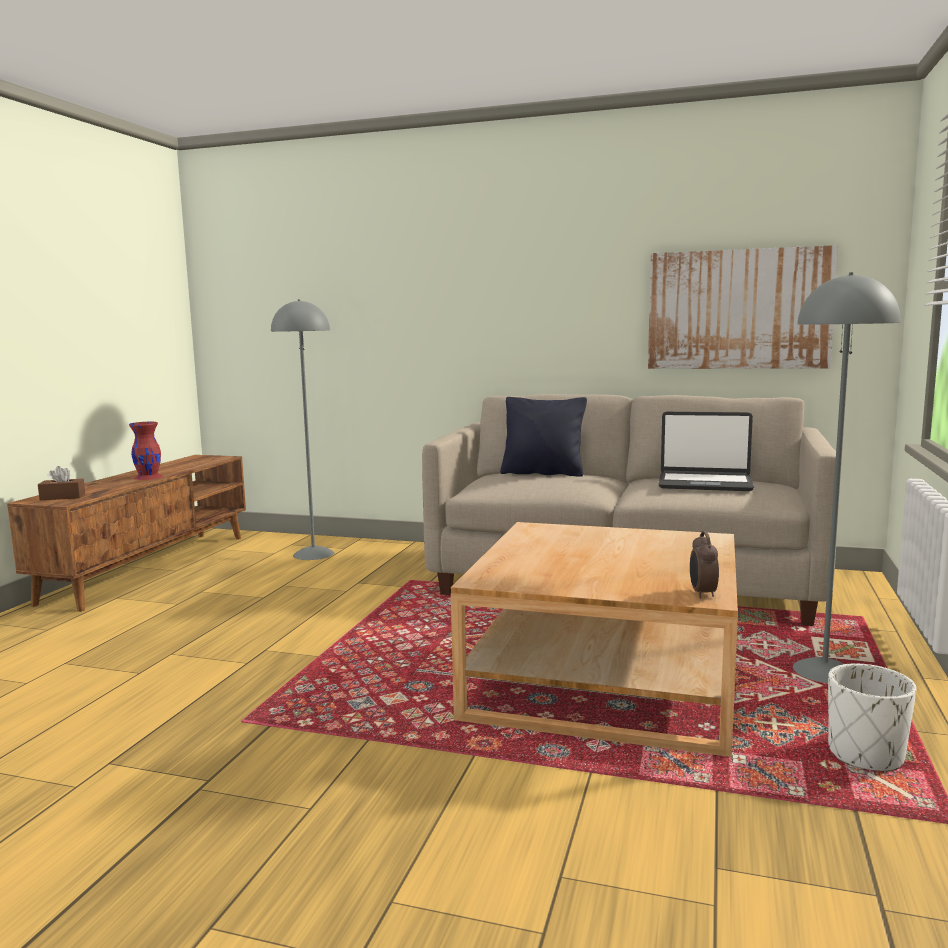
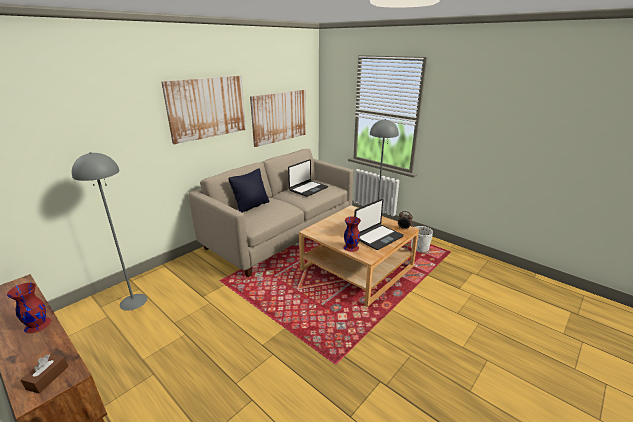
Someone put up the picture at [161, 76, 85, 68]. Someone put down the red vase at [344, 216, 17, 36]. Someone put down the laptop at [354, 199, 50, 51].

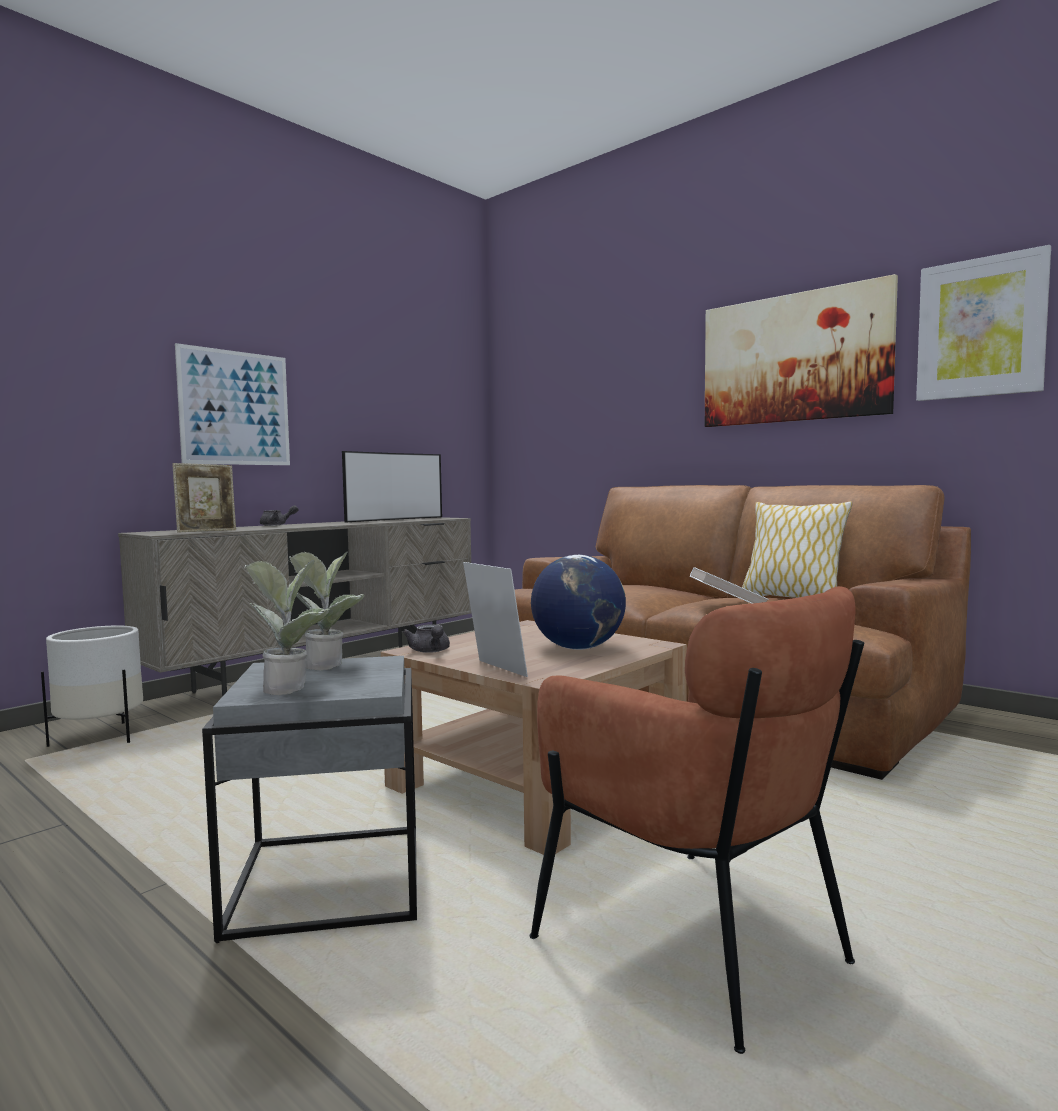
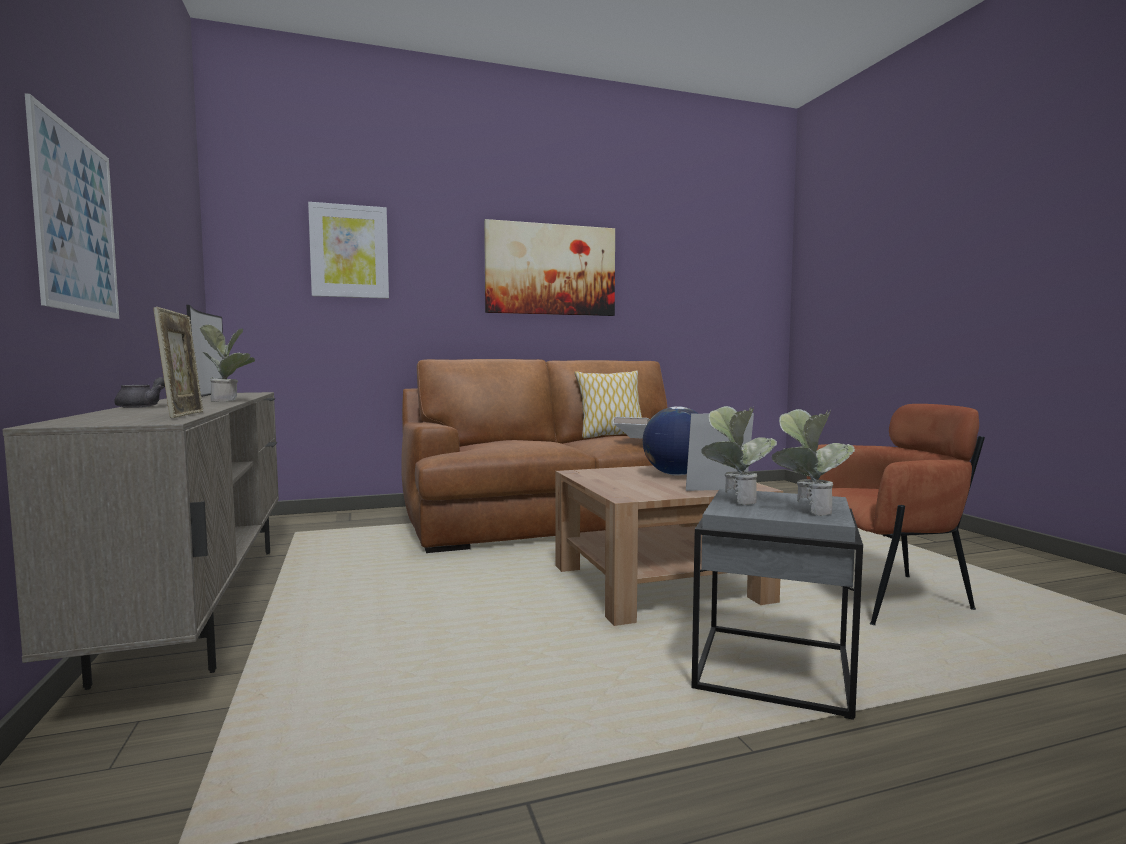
Someone took away the white planter at [41, 625, 102, 122]. Someone took away the grey teapot at [403, 624, 47, 29]. Someone put down the potted plant at [200, 325, 55, 77]. Someone carried the picture from [916, 245, 135, 156] to [308, 202, 81, 96].

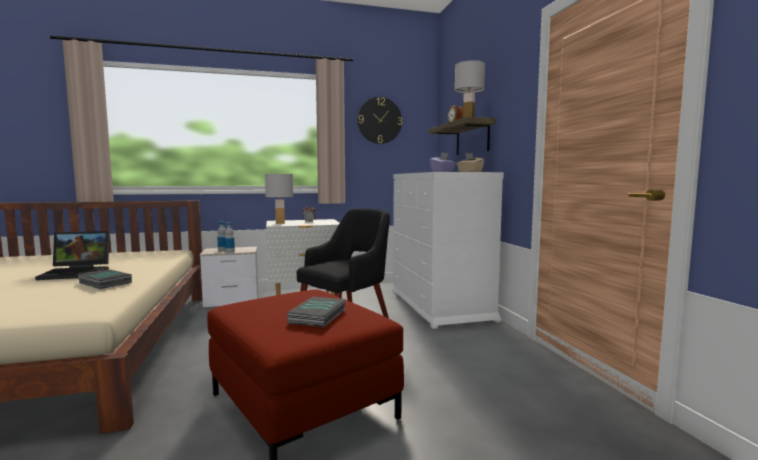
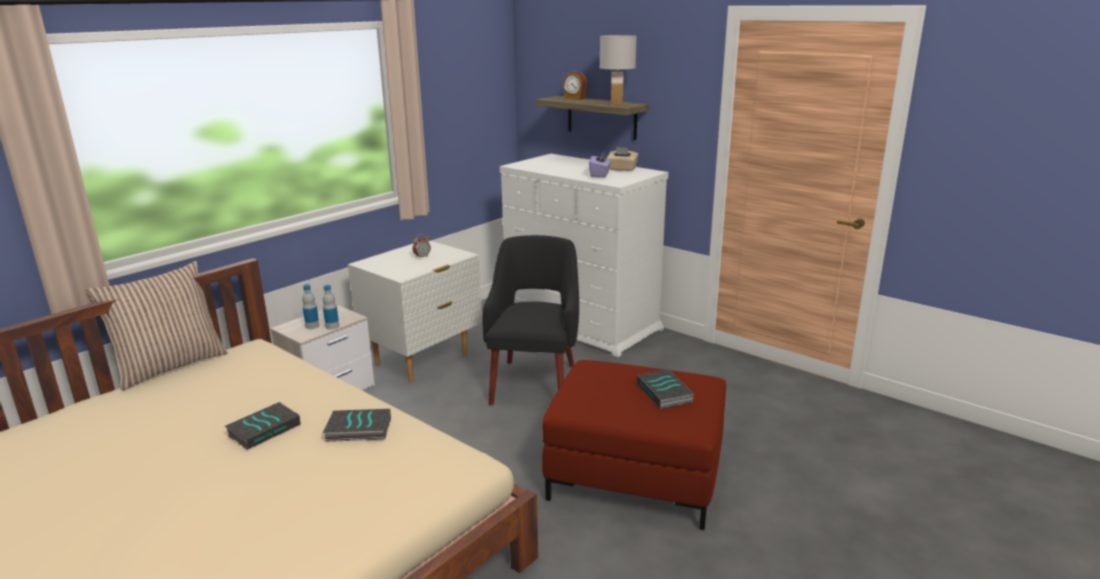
Someone took away the white table lamp at [265, 174, 28, 50]. Someone took away the wall clock at [358, 97, 44, 47]. Someone put down the pillow at [86, 261, 142, 130]. Someone swapped the laptop at [35, 231, 74, 49] for the book at [225, 402, 76, 48].

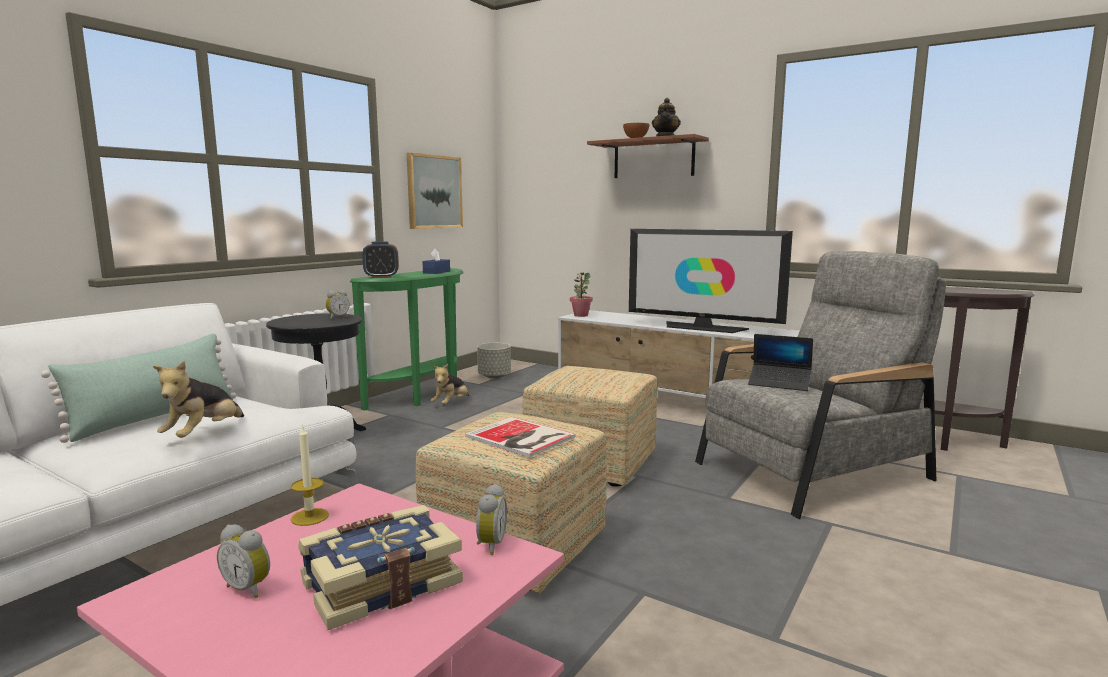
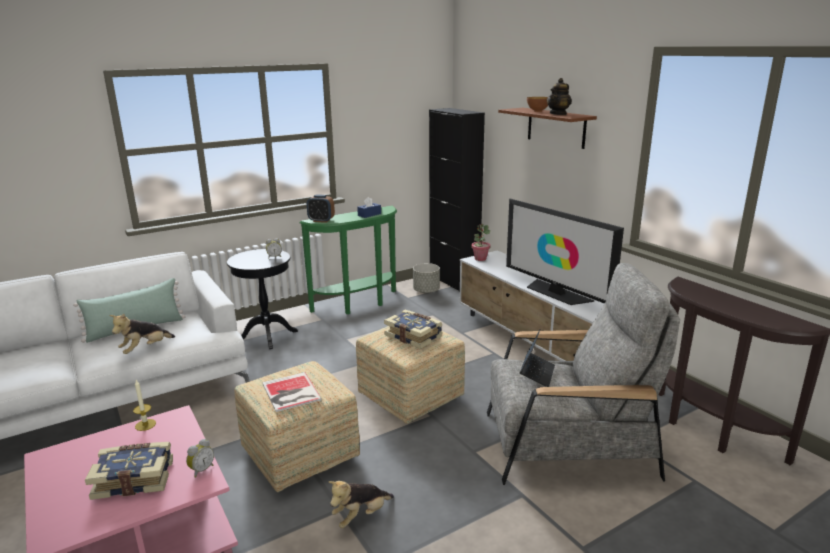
Someone took away the alarm clock at [217, 524, 53, 75]. Someone took away the picture at [407, 153, 56, 76]. Someone put down the book at [384, 310, 59, 39]. Someone put down the black cabinet at [429, 108, 56, 184]. Someone carried the plush toy from [431, 364, 38, 41] to [329, 481, 65, 47]. Someone rotated the laptop at [748, 334, 65, 57] by 120 degrees counterclockwise.

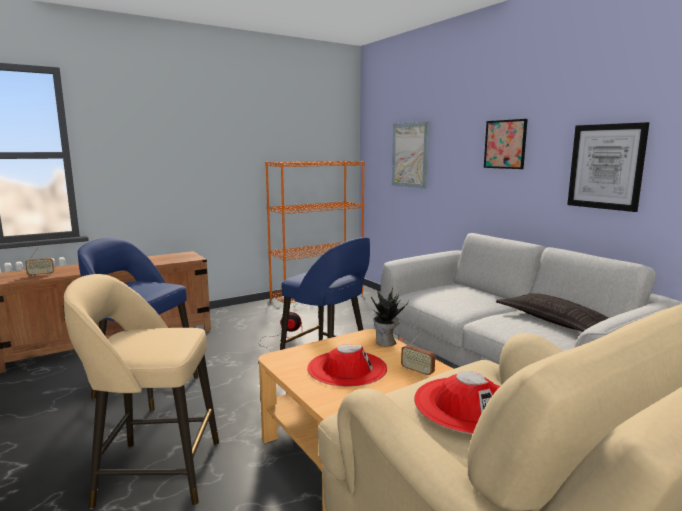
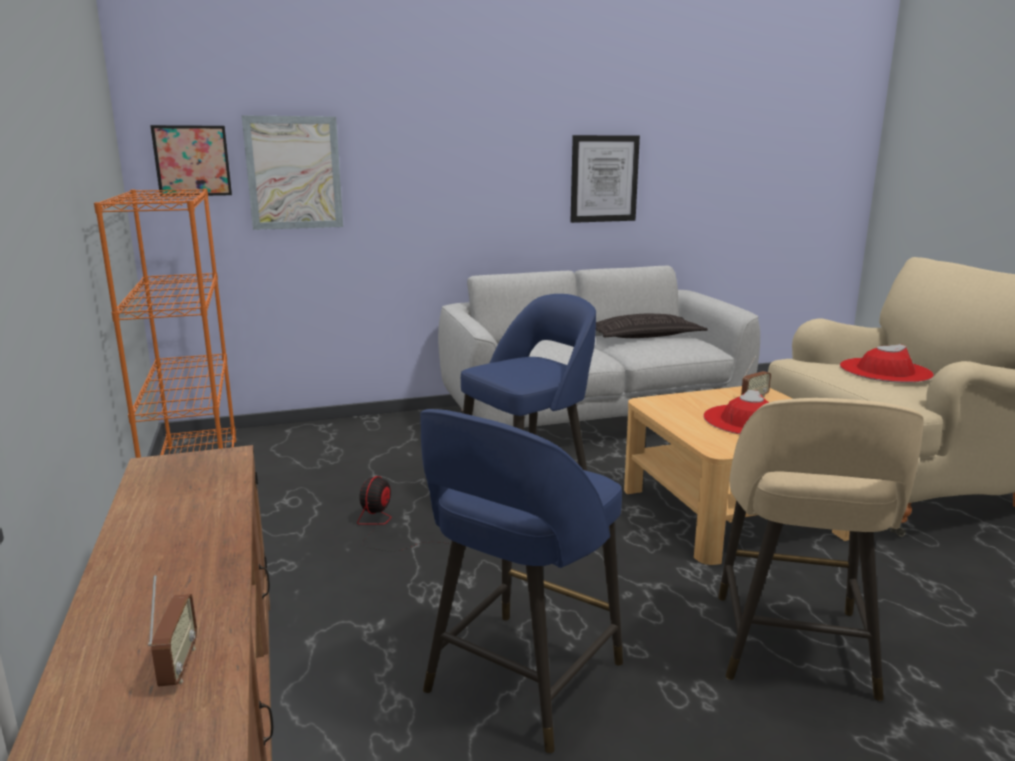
Someone took away the potted plant at [371, 287, 38, 59]. Someone carried the picture from [484, 119, 44, 50] to [150, 125, 82, 71].

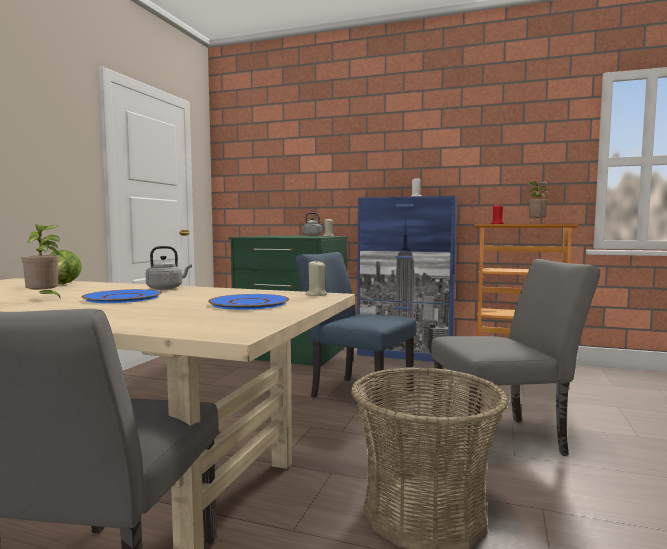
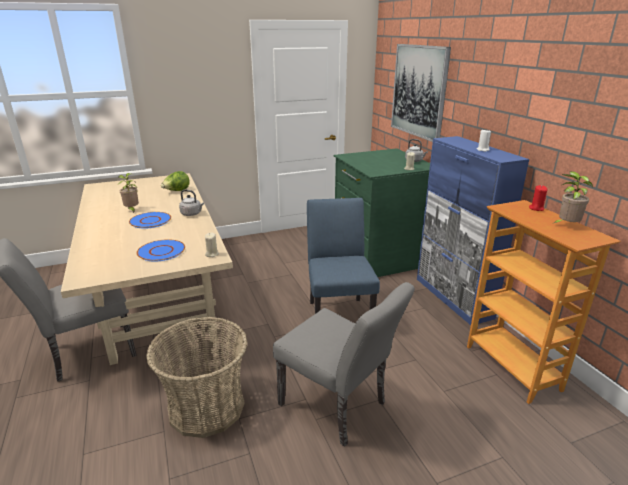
Someone put up the picture at [391, 44, 60, 98].

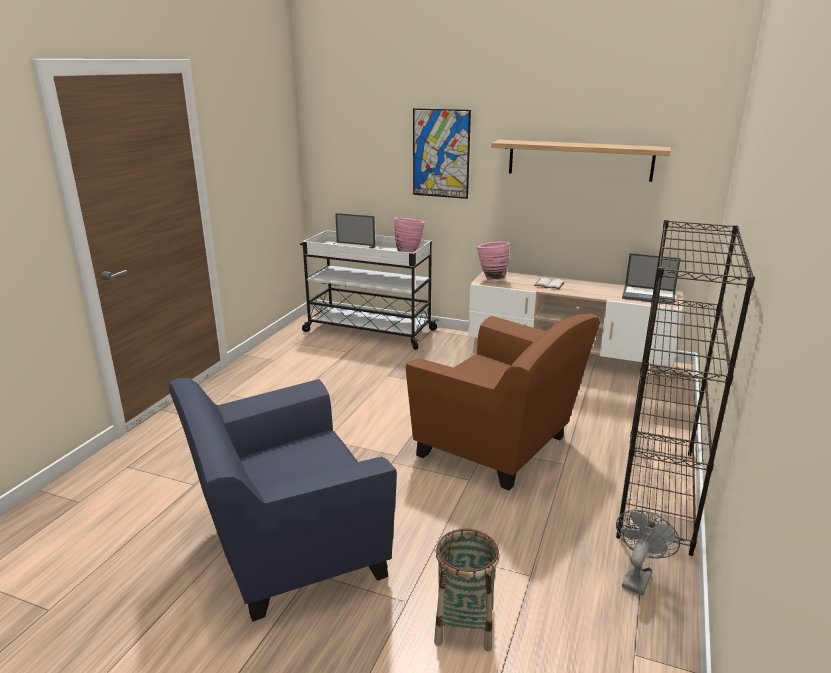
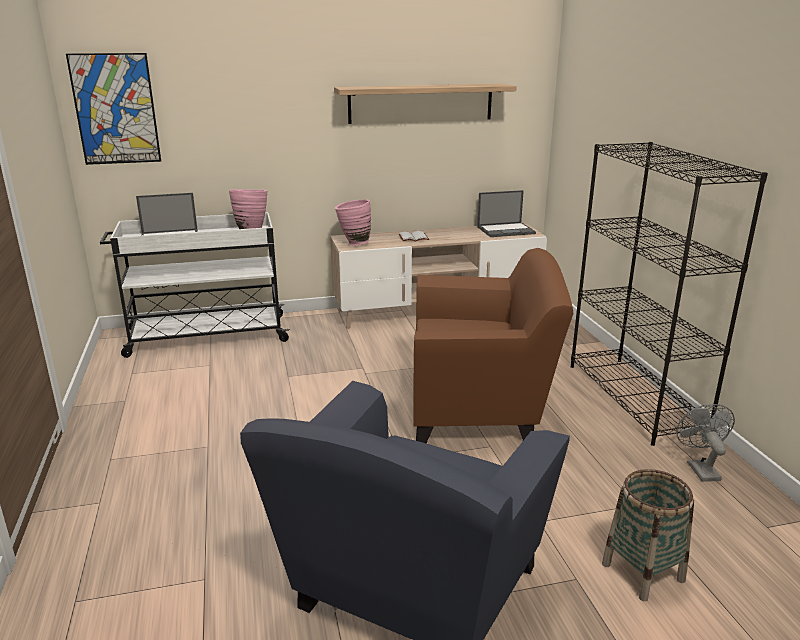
Someone carried the picture from [413, 108, 58, 91] to [66, 53, 95, 112].

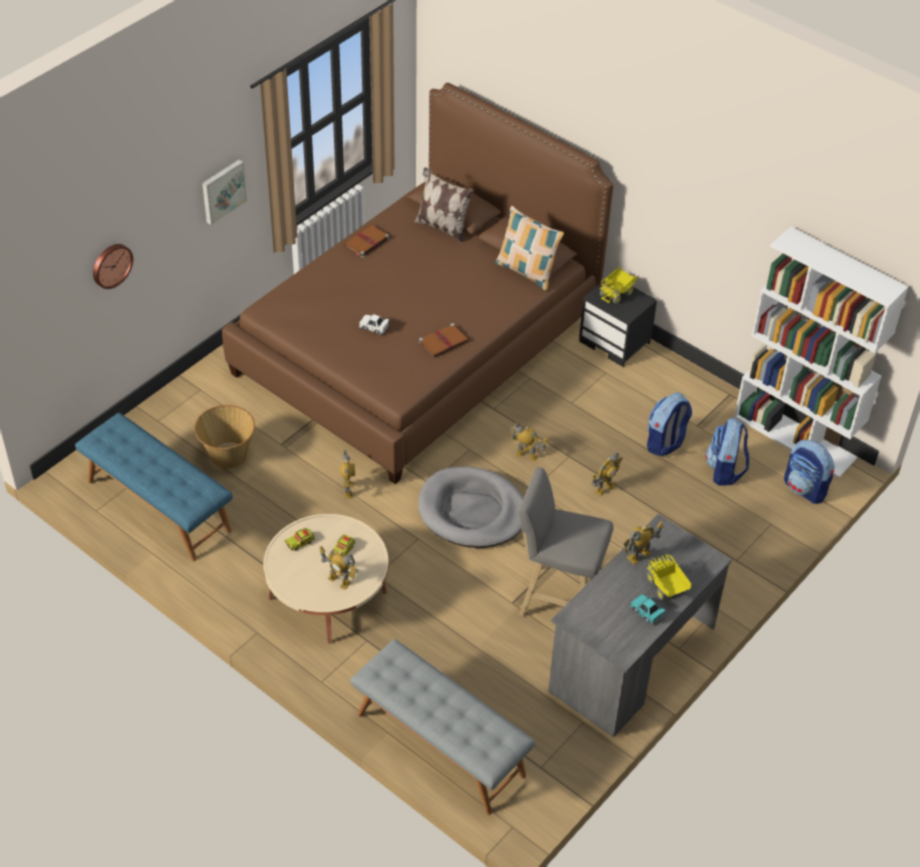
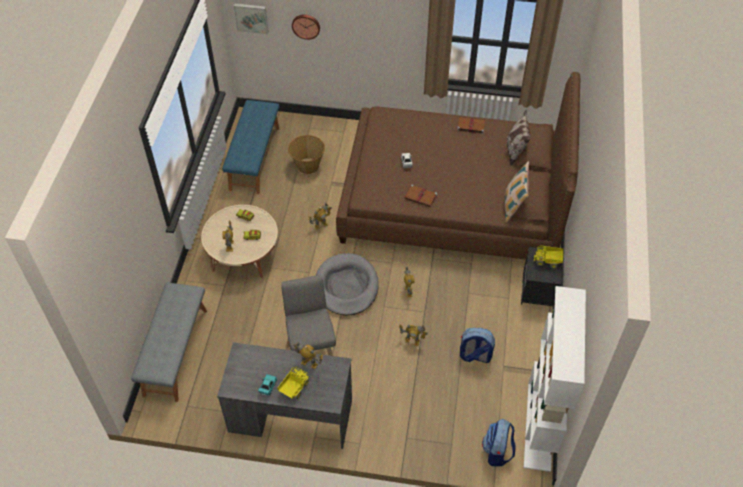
Someone took away the backpack at [705, 418, 44, 68]. Someone carried the picture from [202, 160, 45, 65] to [234, 4, 35, 30].

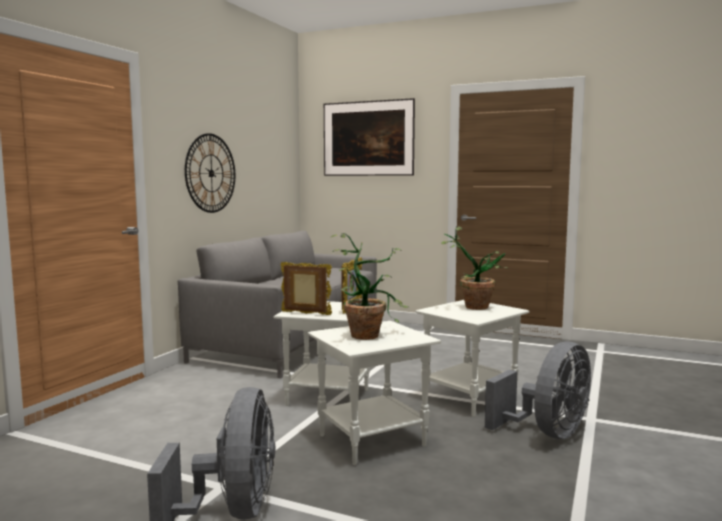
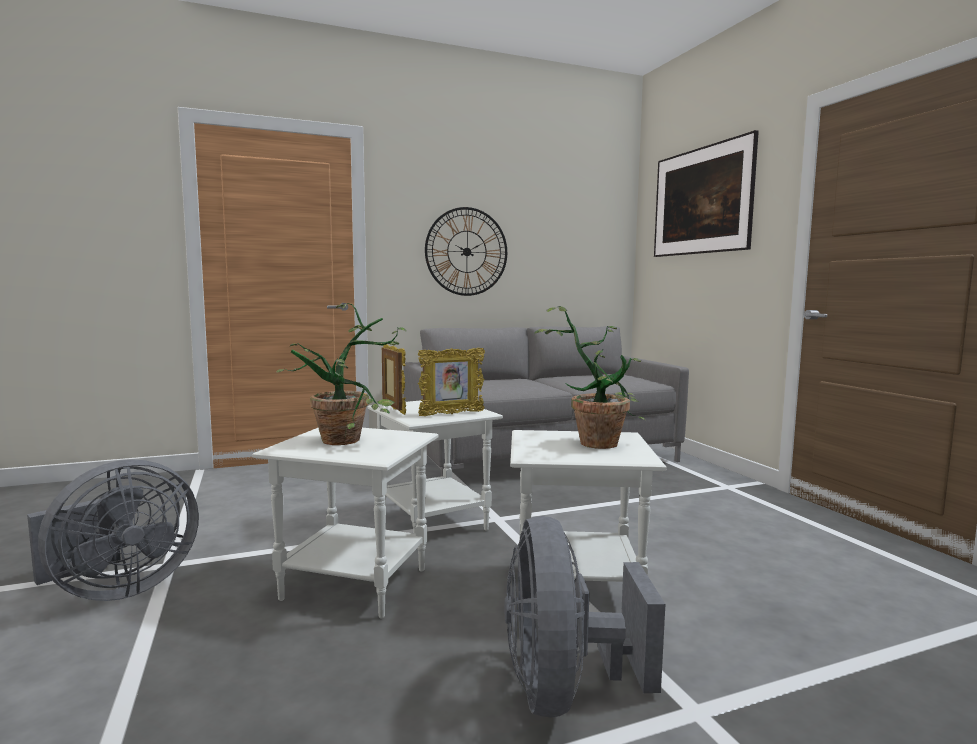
Someone rotated the grey fan at [485, 341, 106, 98] by 90 degrees clockwise.

